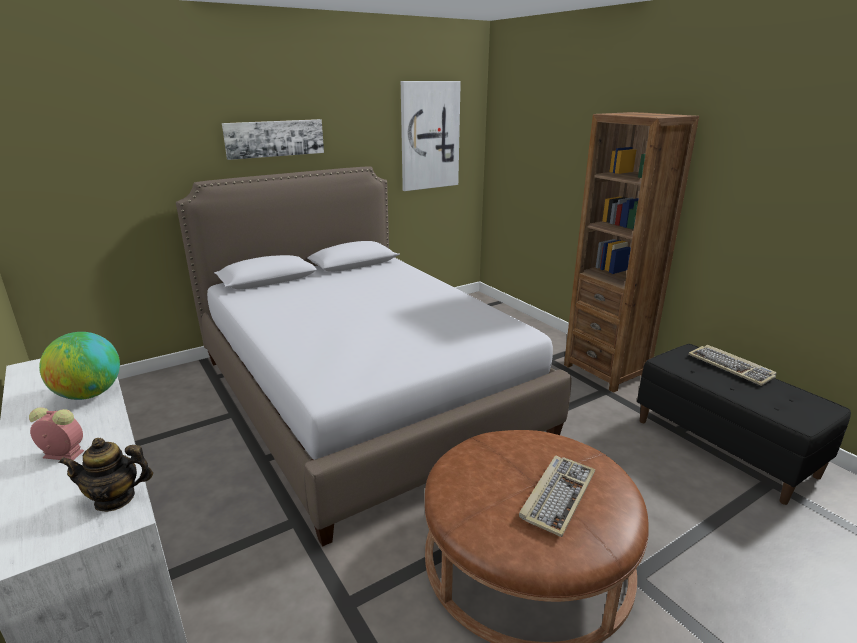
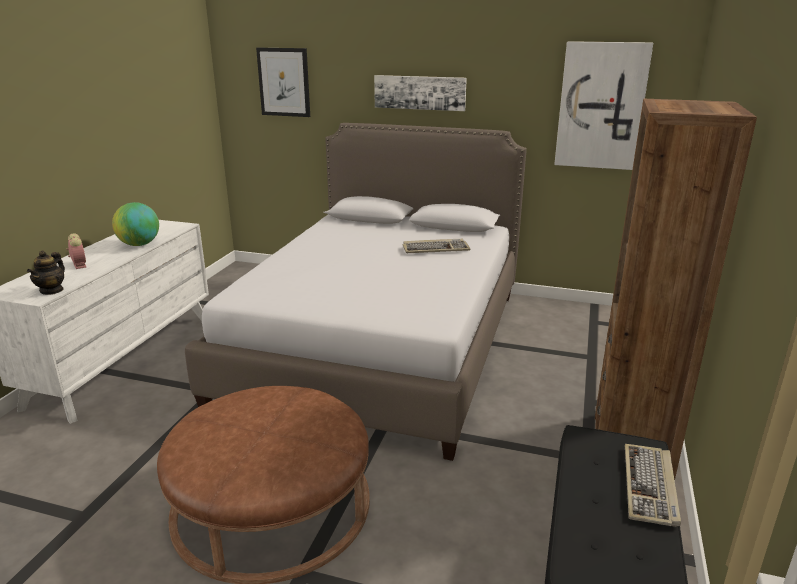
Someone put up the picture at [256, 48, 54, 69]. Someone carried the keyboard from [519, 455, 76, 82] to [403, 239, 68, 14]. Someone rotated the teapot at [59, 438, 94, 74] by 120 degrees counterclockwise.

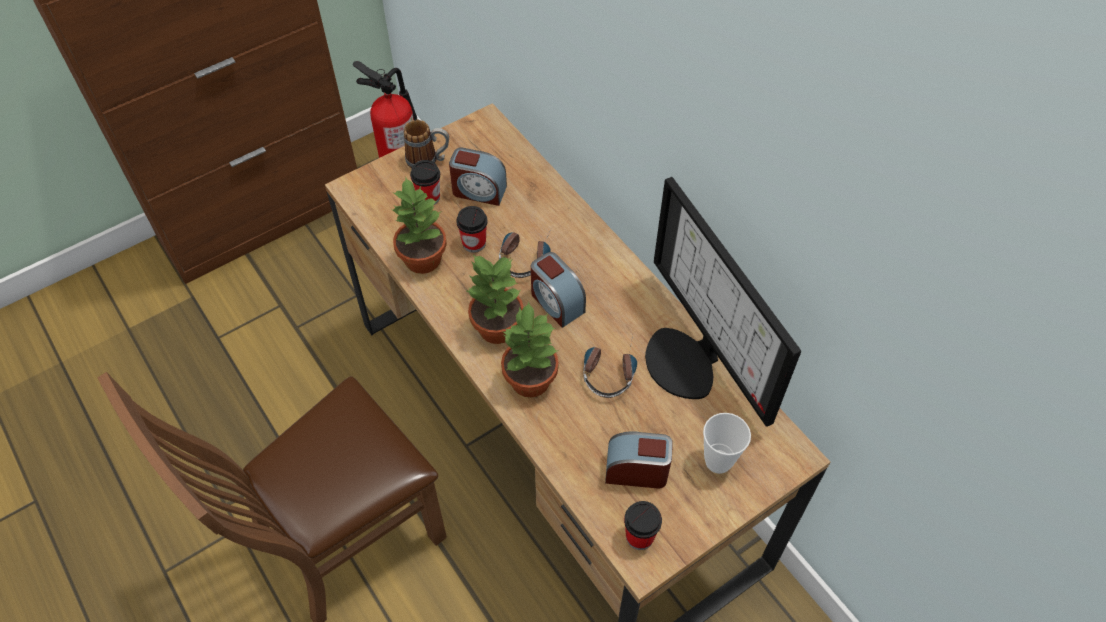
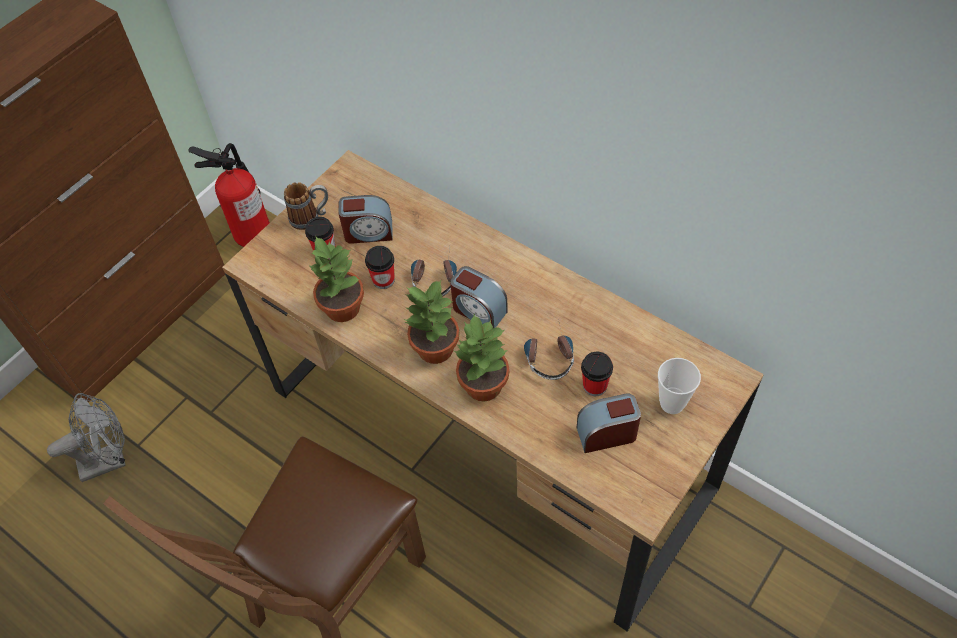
Someone took away the monitor at [645, 177, 156, 250]. Someone put down the grey fan at [47, 393, 79, 89]. Someone carried the cup from [624, 501, 38, 49] to [581, 352, 32, 44].

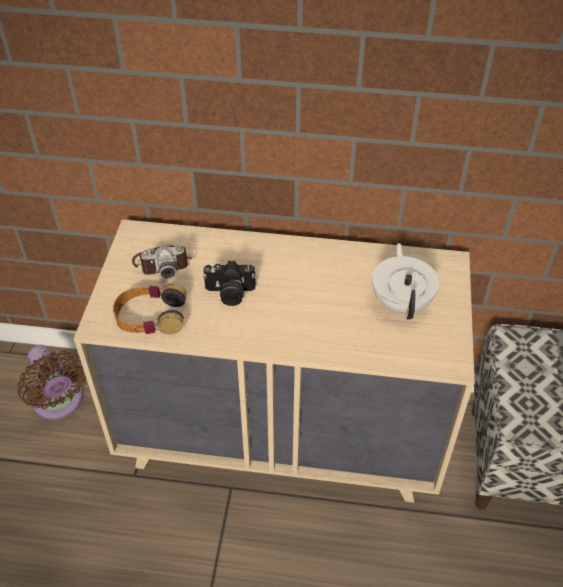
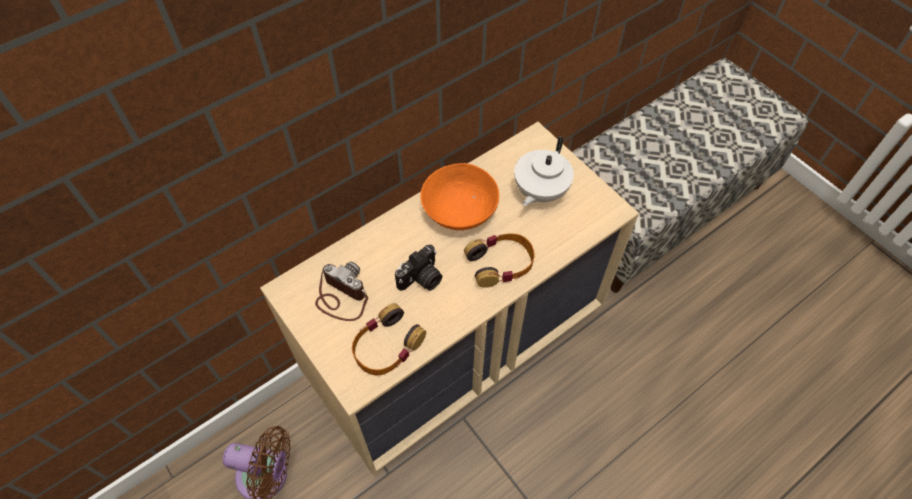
Someone put down the orange bowl at [420, 163, 79, 67]. Someone put down the headphones at [464, 234, 71, 54]. Someone rotated the photo camera at [132, 245, 60, 34] by 90 degrees counterclockwise. Someone rotated the white teapot at [372, 243, 67, 76] by 105 degrees counterclockwise.

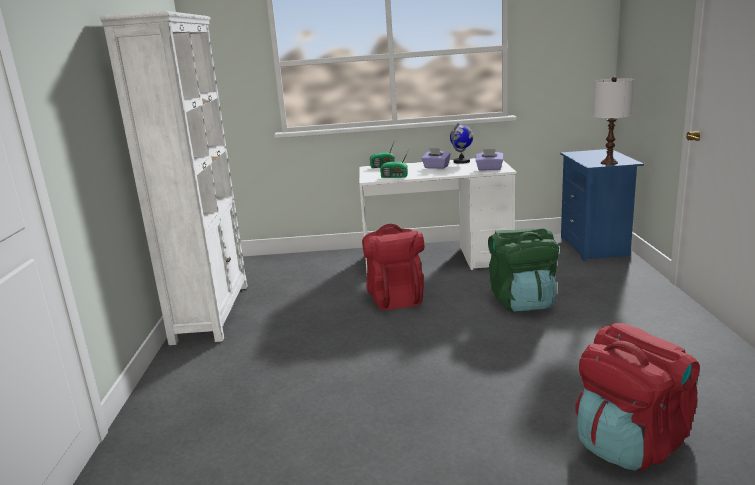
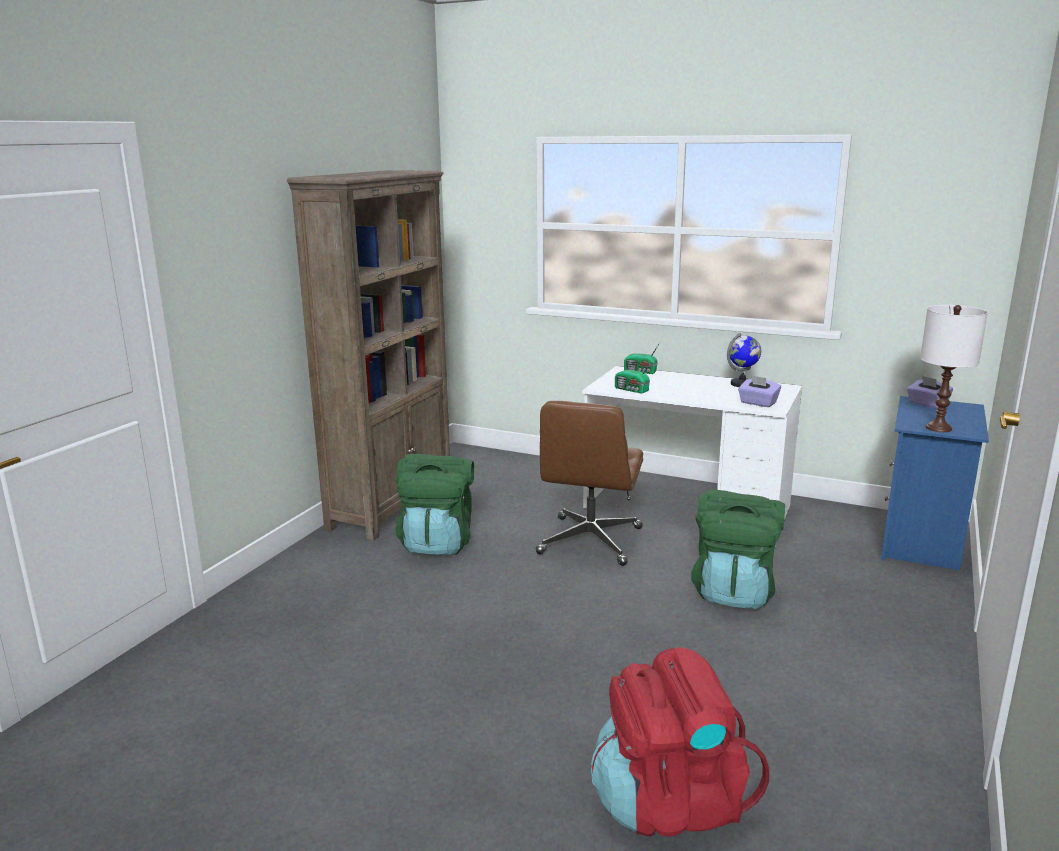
Someone put down the green backpack at [395, 454, 79, 101]. Someone carried the purple tissue box from [421, 148, 30, 21] to [907, 376, 46, 33]. Someone swapped the red backpack at [362, 224, 62, 86] for the brown office chair at [536, 401, 107, 165]. Someone repainted the white bookcase at [100, 10, 148, 335], which became the brown bookcase at [287, 170, 163, 371].

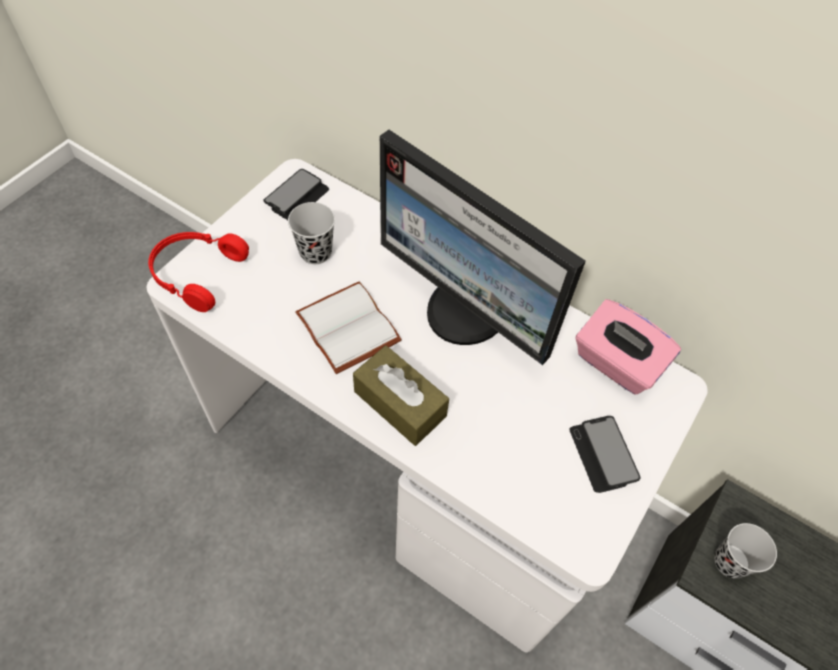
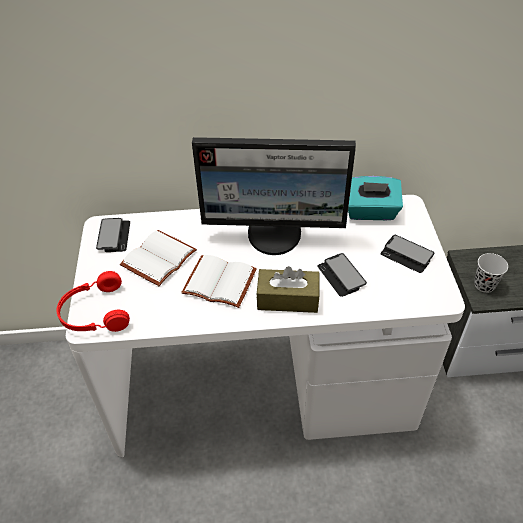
Someone put down the phone at [317, 253, 50, 44]. Someone swapped the black cup at [288, 202, 47, 62] for the white book at [120, 230, 77, 56]. Someone repainted the pink tissue box at [576, 299, 105, 96], which became the turquoise tissue box at [348, 176, 55, 44].

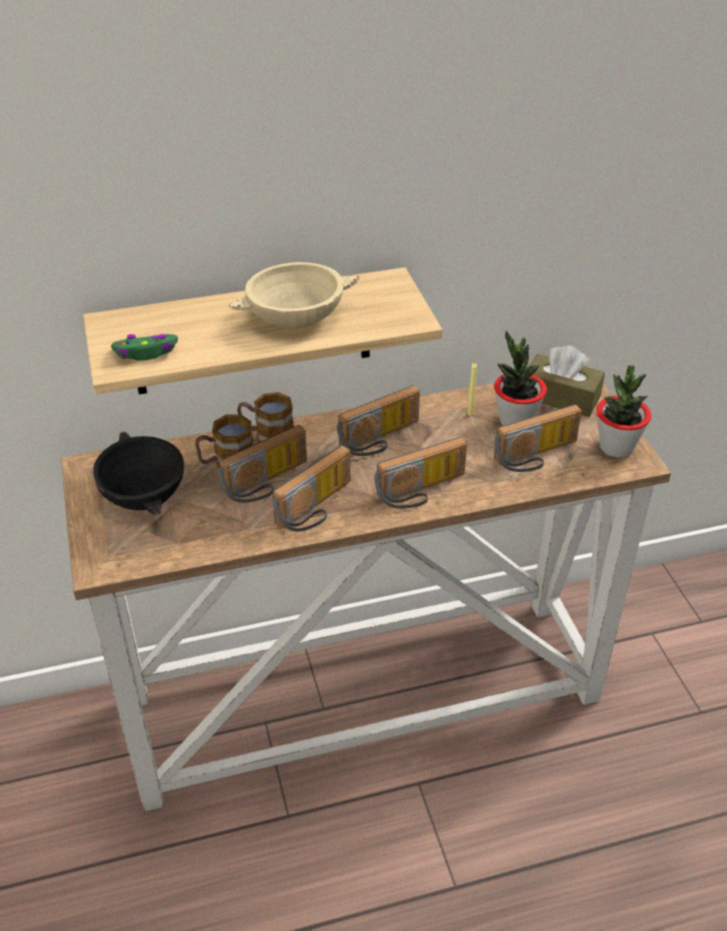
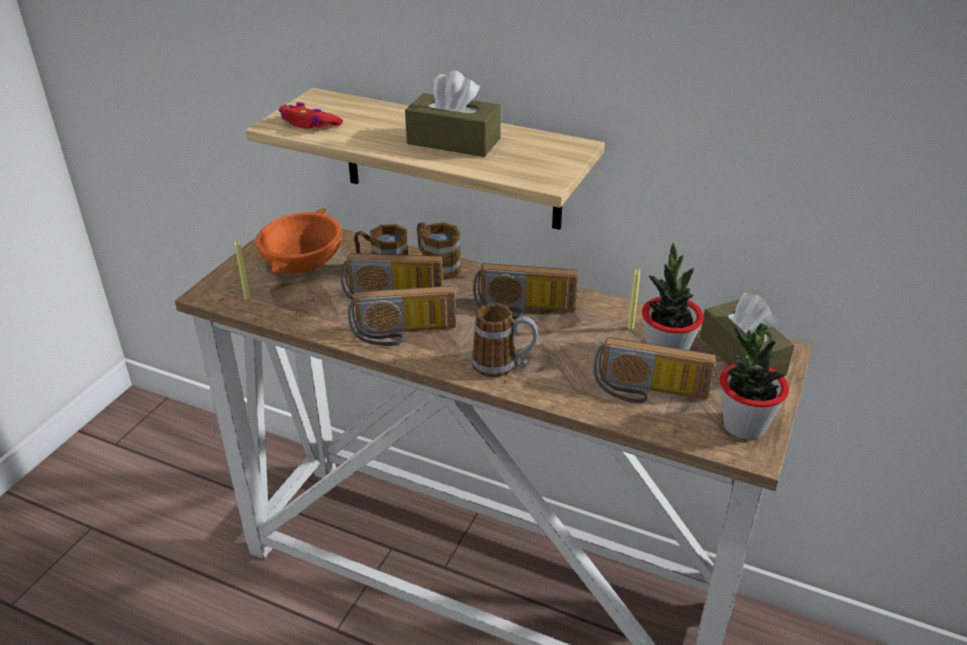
Someone put down the yellow candle at [235, 241, 16, 58]. Someone swapped the beige bowl at [229, 262, 131, 66] for the brown tissue box at [405, 70, 96, 87]. Someone swapped the radio at [374, 437, 93, 72] for the mug at [471, 303, 67, 74]. Someone repainted the black bowl at [93, 431, 91, 84], which became the orange bowl at [256, 209, 86, 65]. Someone repainted the green game controller at [111, 334, 67, 27], which became the red game controller at [278, 102, 65, 27].

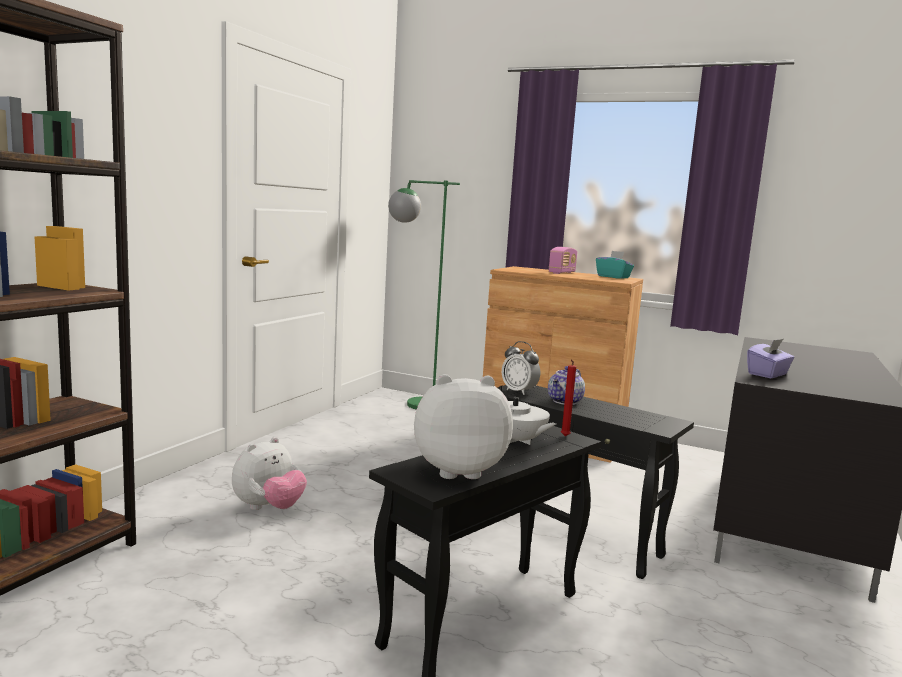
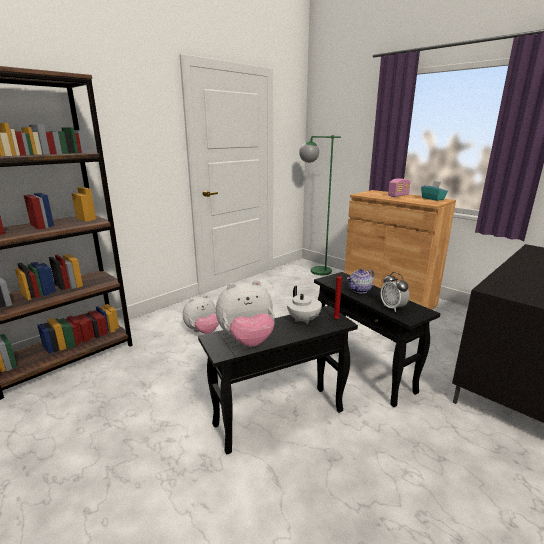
Someone took away the purple tissue box at [747, 339, 47, 39]. Someone carried the alarm clock from [502, 341, 38, 54] to [381, 272, 29, 40]. Someone rotated the plush toy at [414, 374, 99, 105] by 150 degrees clockwise.

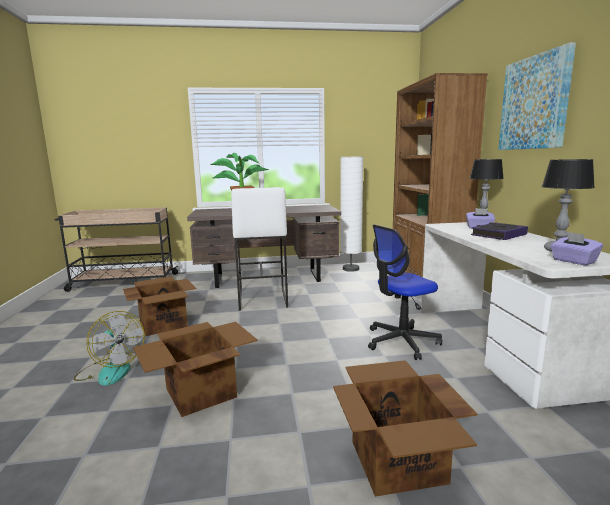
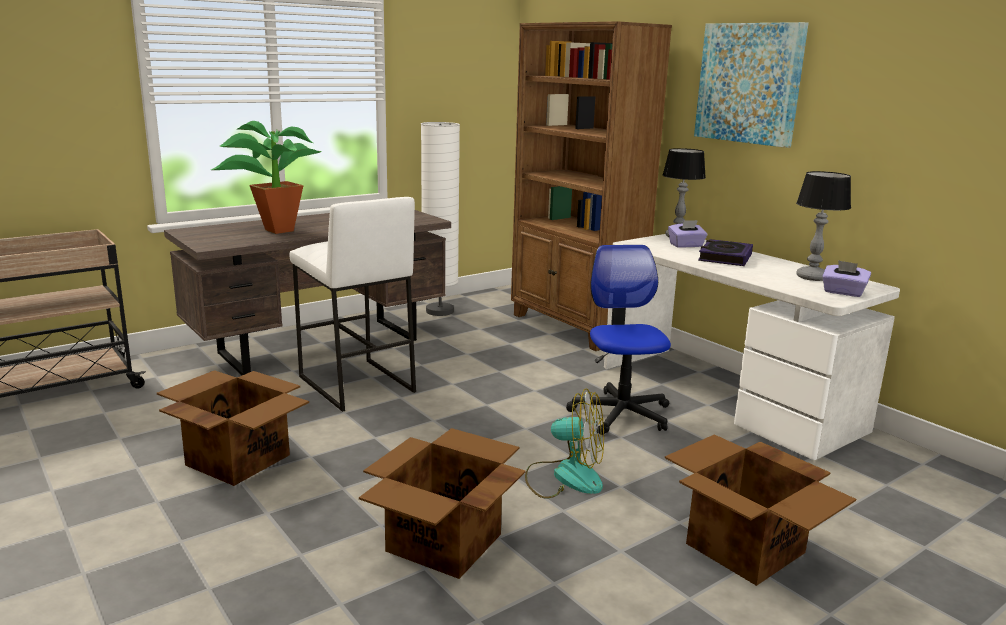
Someone carried the fan from [74, 311, 71, 75] to [525, 388, 79, 111]. Someone rotated the office chair at [368, 225, 74, 135] by 135 degrees clockwise.

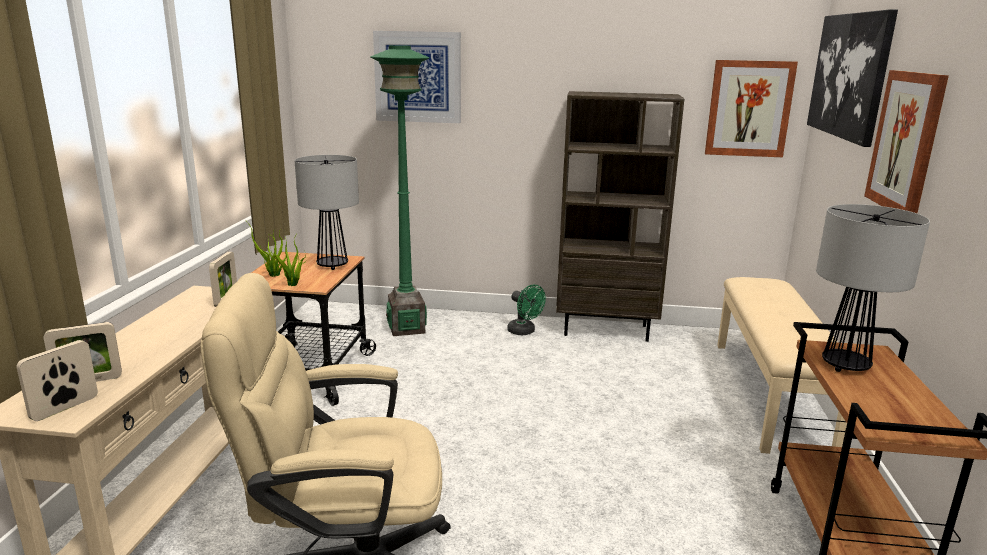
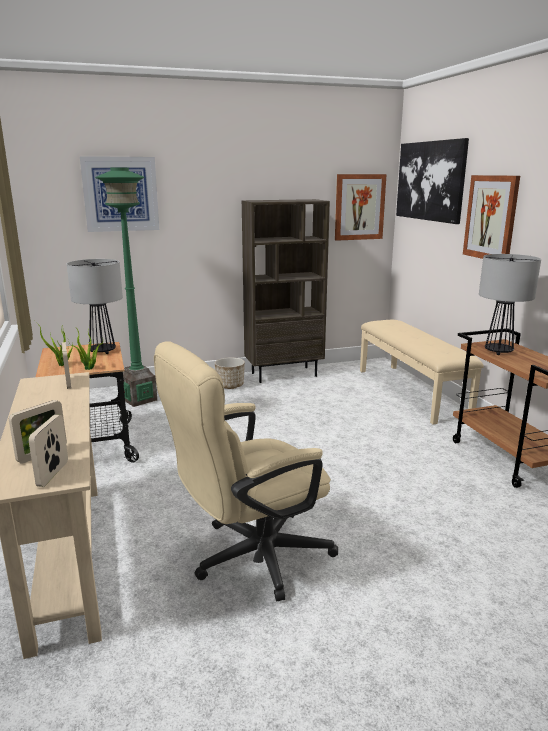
Someone swapped the green fan at [507, 285, 39, 50] for the planter at [215, 357, 30, 32].

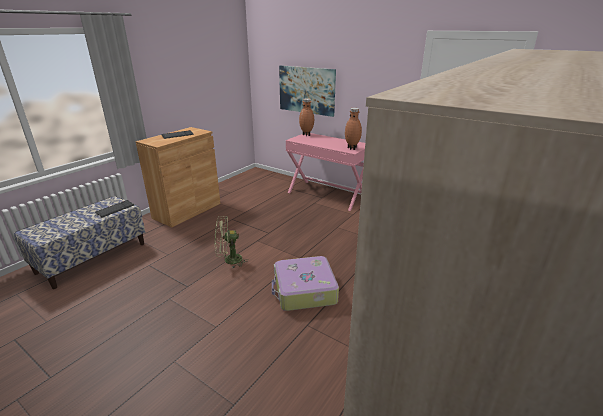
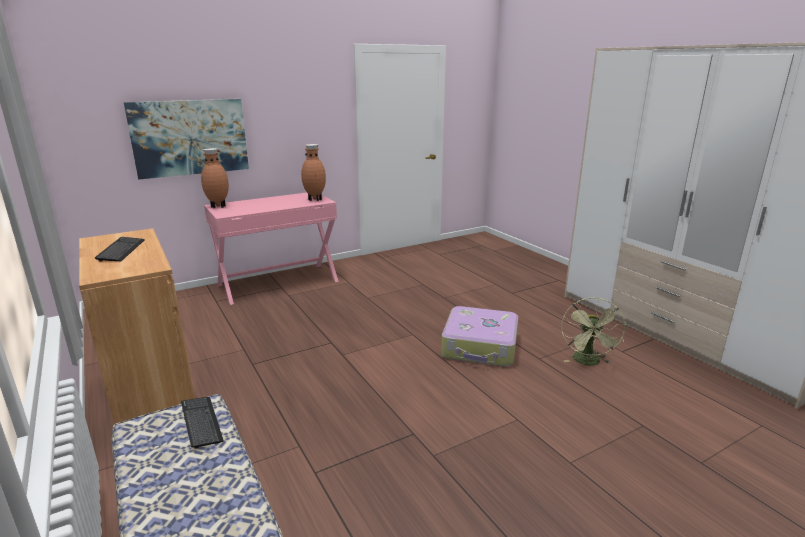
Someone carried the green fan from [215, 216, 32, 52] to [561, 297, 65, 68].

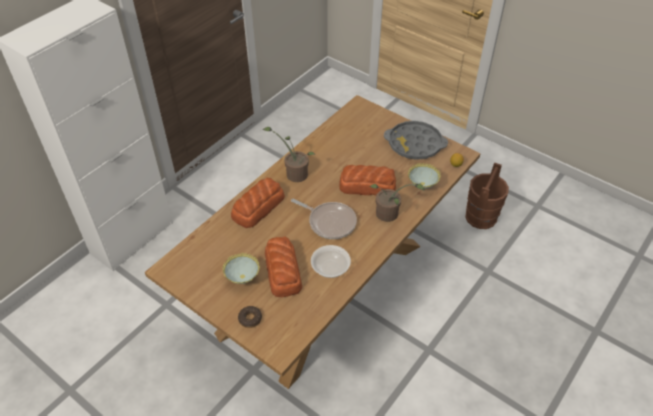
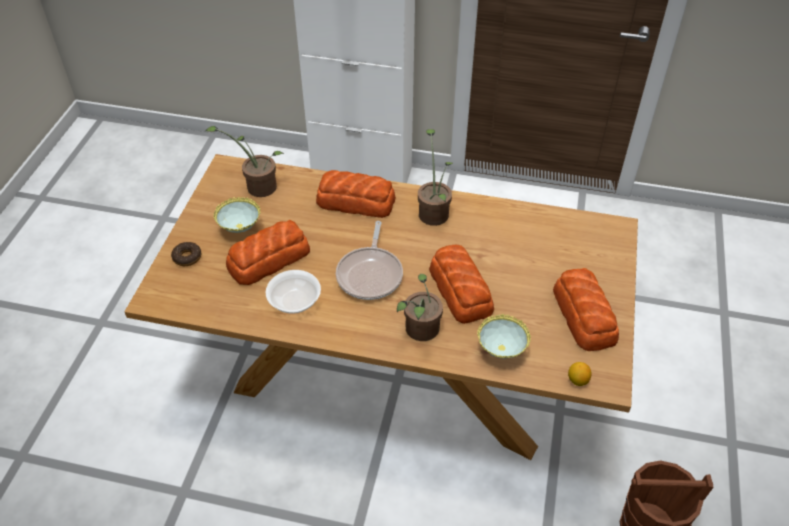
Someone put down the potted plant at [206, 126, 78, 71]. Someone swapped the grey tray at [384, 121, 64, 39] for the bread at [553, 268, 66, 83].

